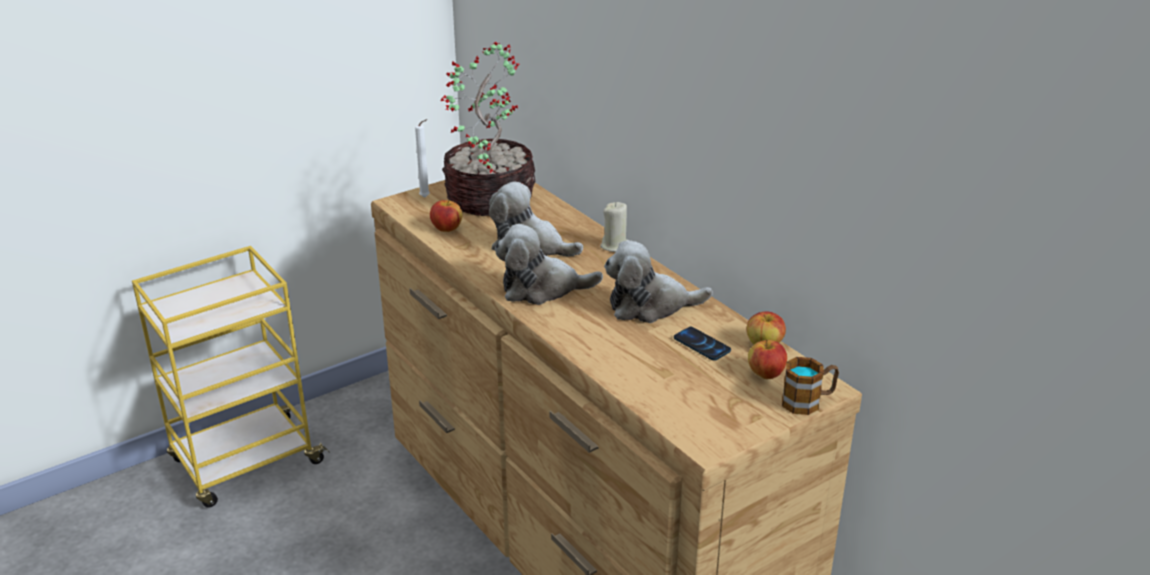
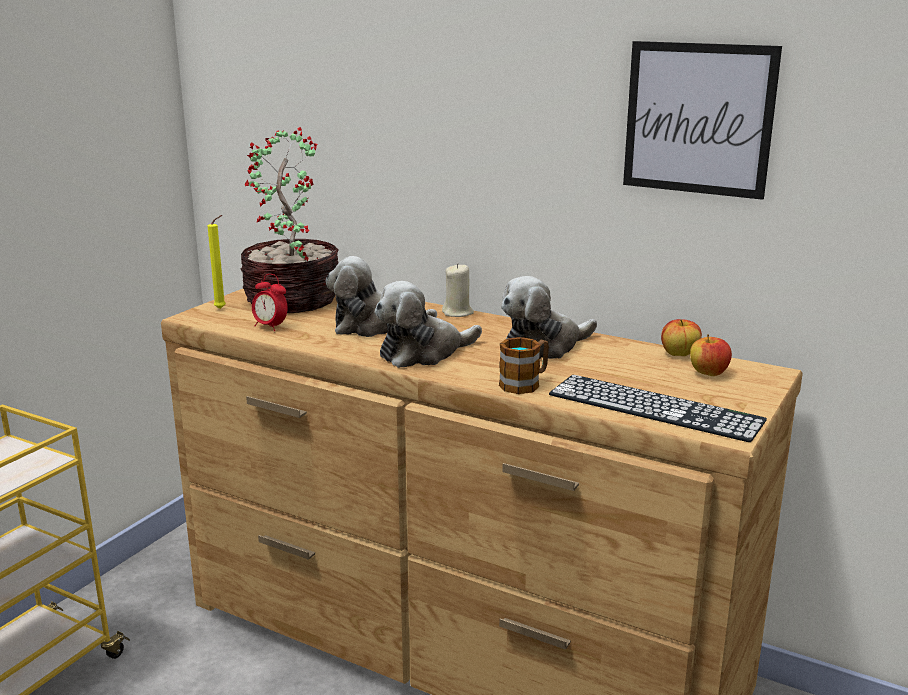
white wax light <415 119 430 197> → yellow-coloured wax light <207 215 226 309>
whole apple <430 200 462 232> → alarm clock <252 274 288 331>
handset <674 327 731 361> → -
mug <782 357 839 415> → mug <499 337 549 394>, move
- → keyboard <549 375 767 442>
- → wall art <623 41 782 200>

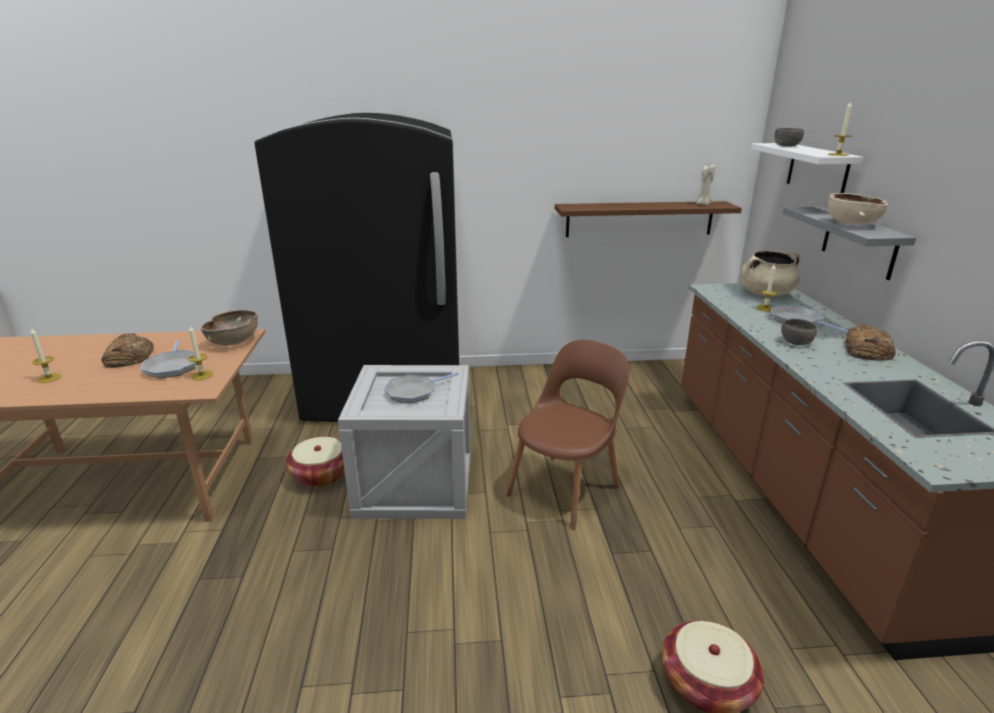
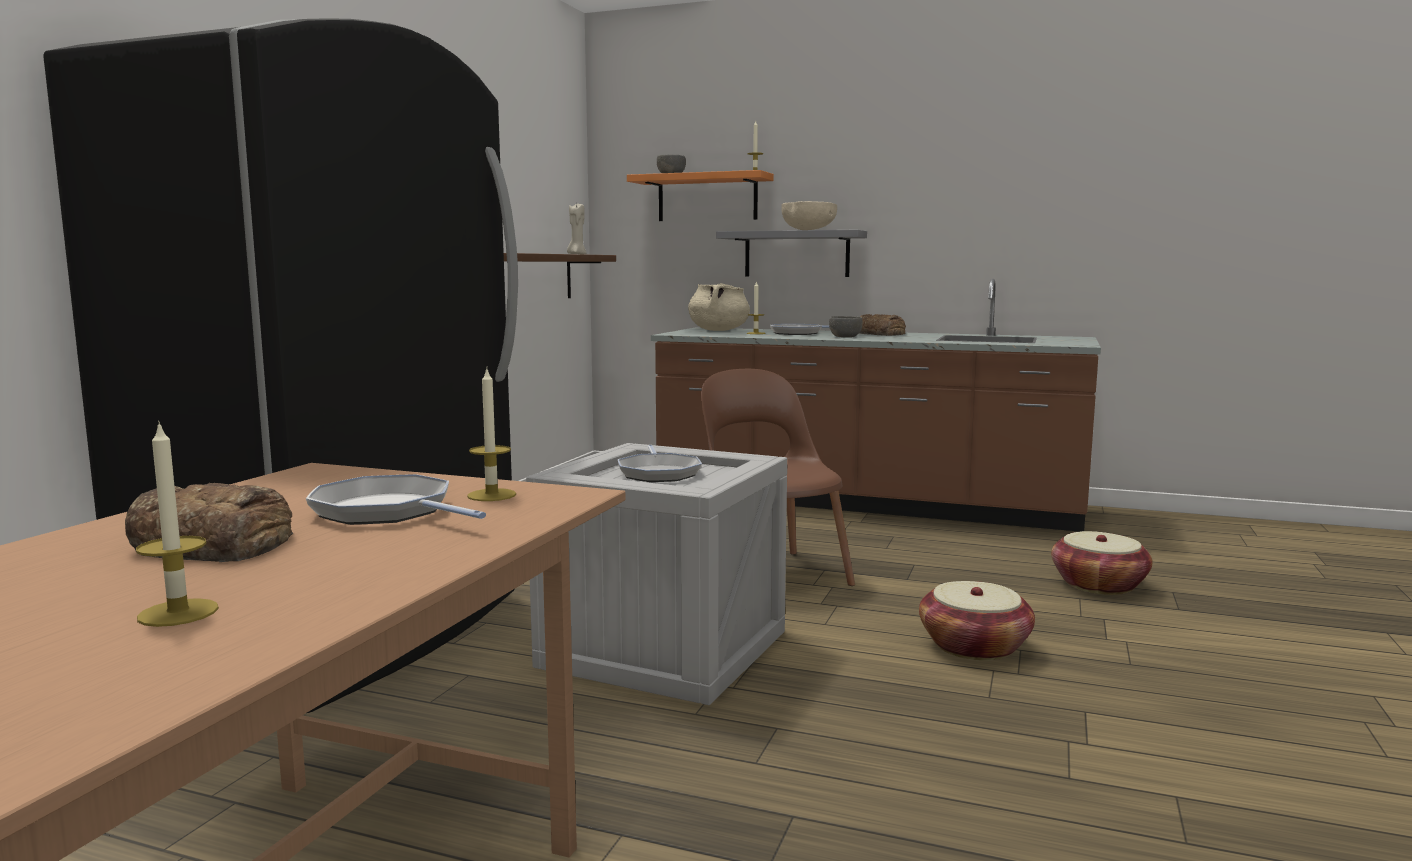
pan <141 340 197 378> → pan <306 474 486 525>, 150 degrees counterclockwise
brownish bowl <201 310 258 346> → -
storage basket <286 437 345 487> → storage basket <919 581 1035 661>, move
white bracket shelf <751 143 863 193> → orange bracket shelf <627 170 774 221>

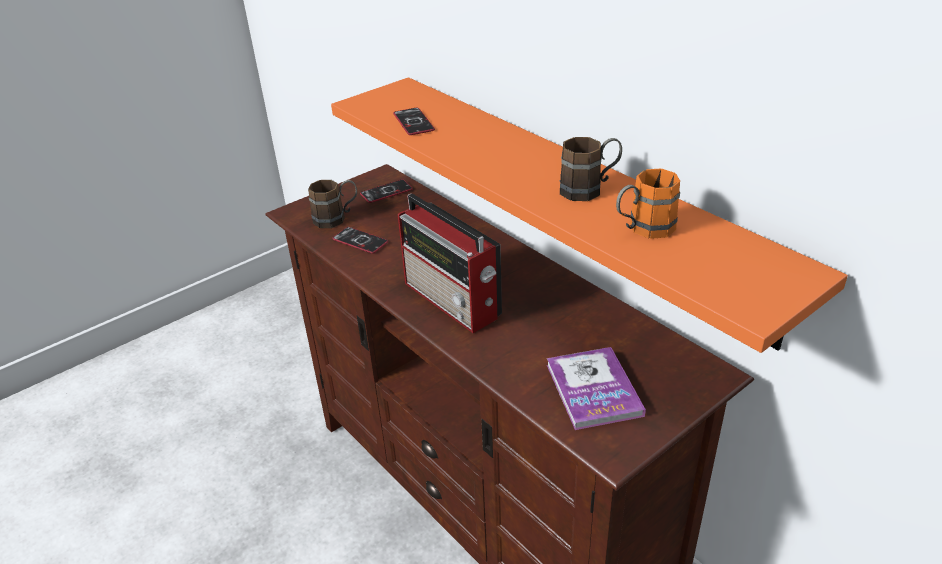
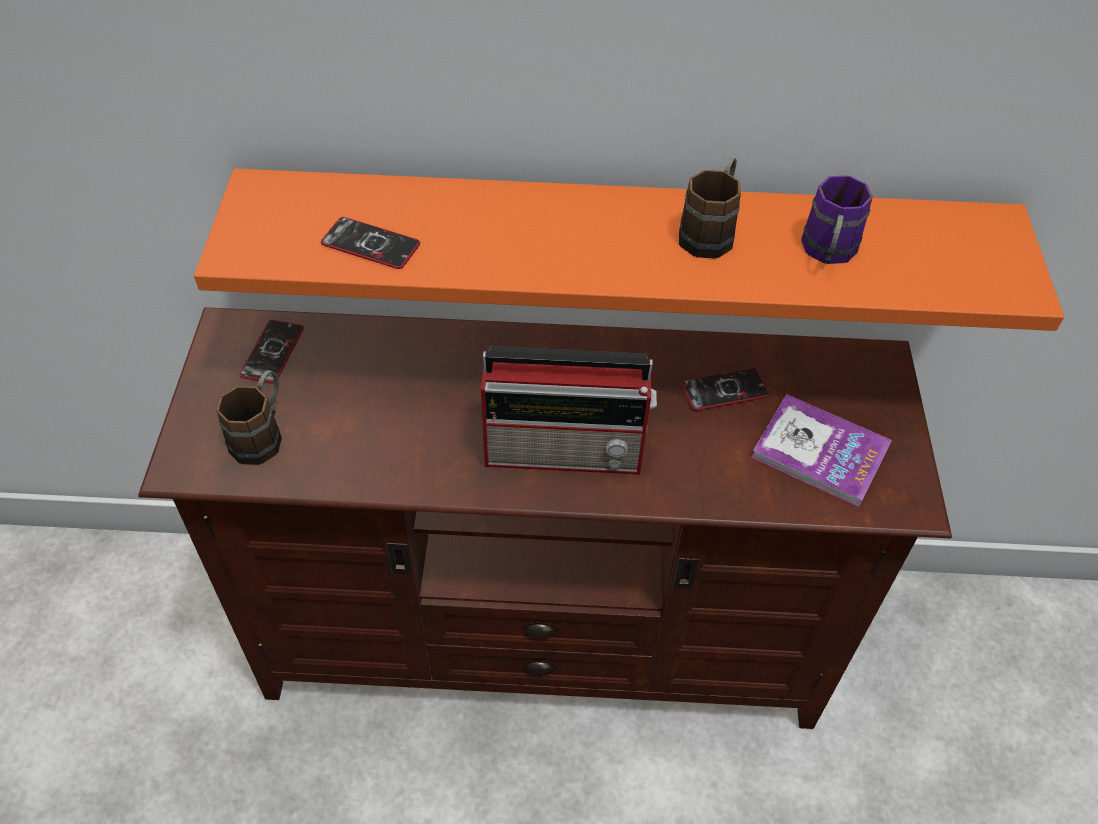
handset <332 227 388 254> → handset <681 368 769 411>, move
orange mug <616 168 680 239> → purplish mug <801 175 873 264>

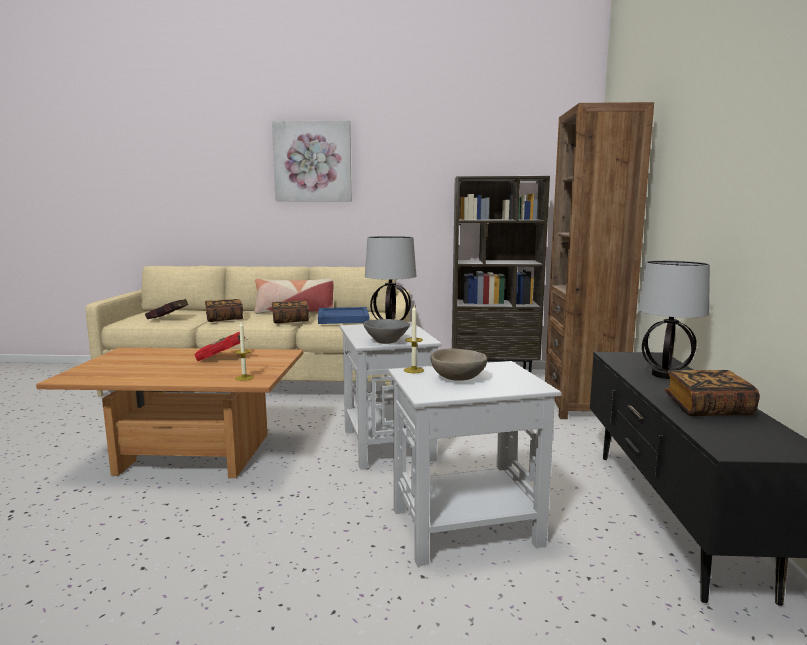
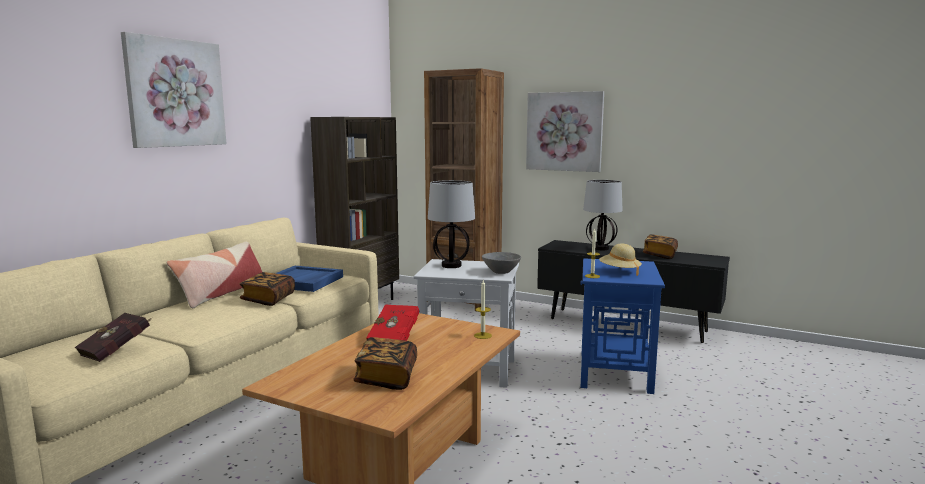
volume <205 299 243 322> → volume <353 337 417 390>, move
white end table <388 361 562 566> → bluish end table <580 259 665 394>
beige bowl <430 348 487 381> → beige wearable hat <599 243 642 276>
- → wall art <526 91 604 172>

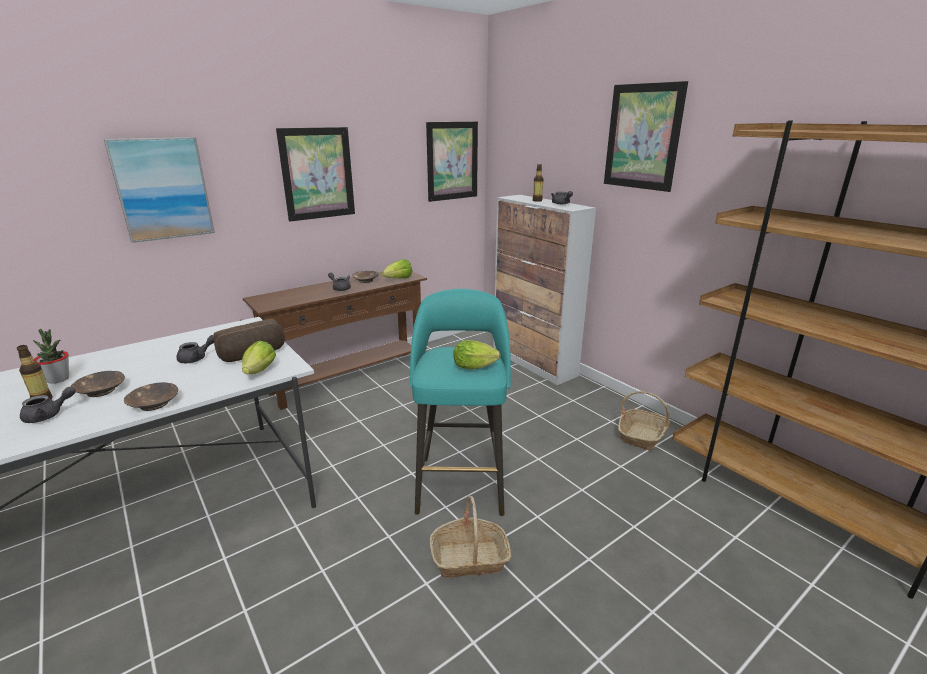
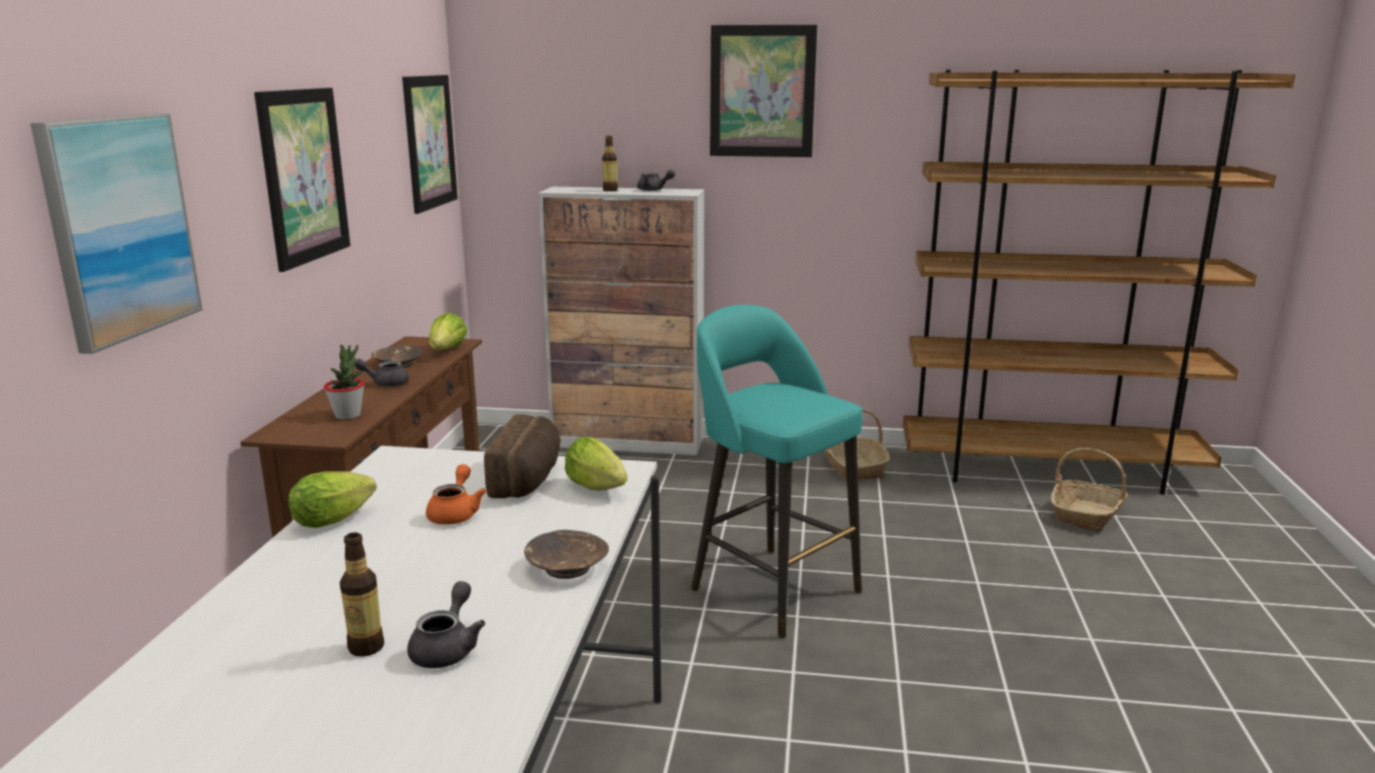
houseplant <33 329 69 384> → houseplant <324 345 364 420>, move
brownish bowl <71 371 125 397> → -
gray pot for tea <176 335 214 363> → orange pot for tea <426 464 486 525>
storage basket <430 496 512 578> → storage basket <1051 448 1128 532>, move
lettuce head <453 340 501 369> → lettuce head <288 471 377 528>, move

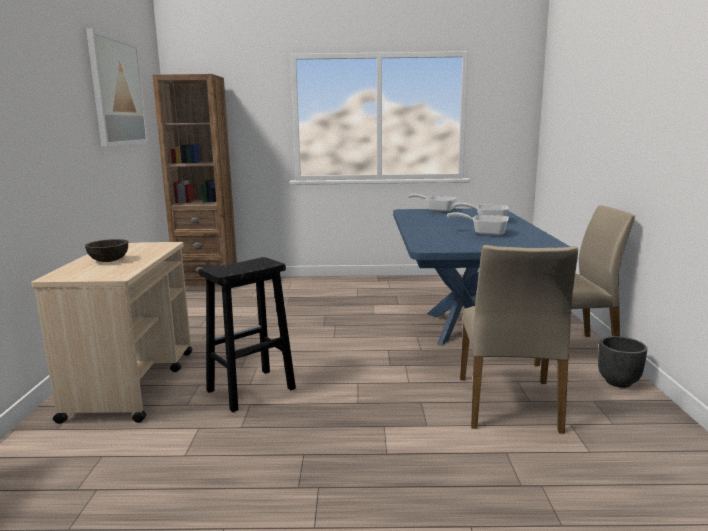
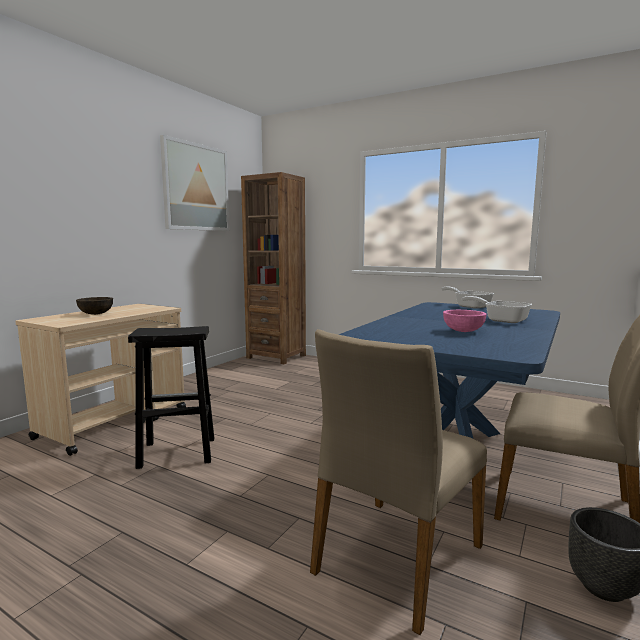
pan <446 212 509 236> → pinkish bowl <443 310 487 332>

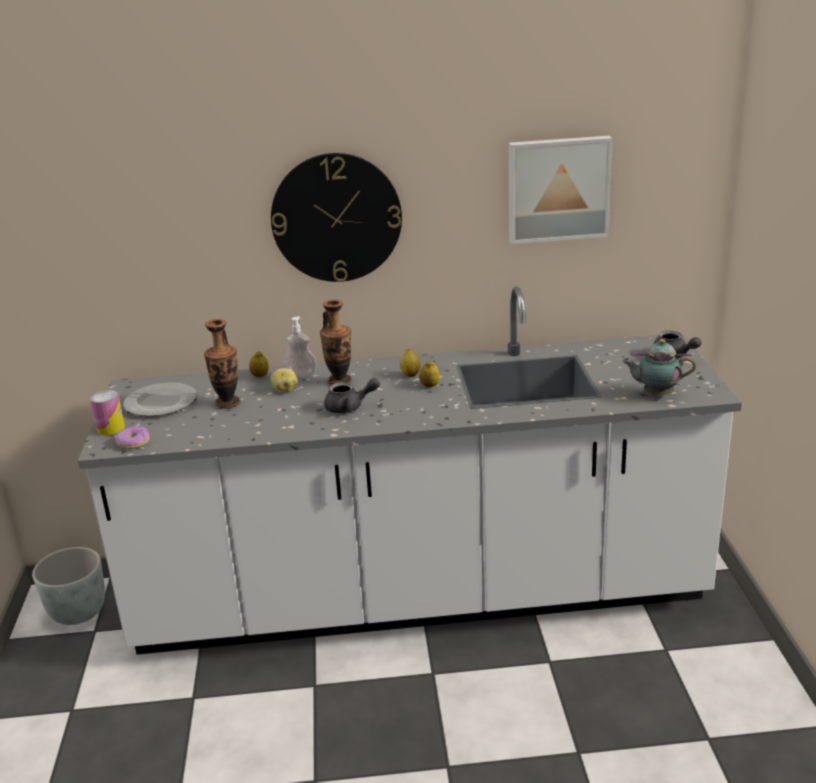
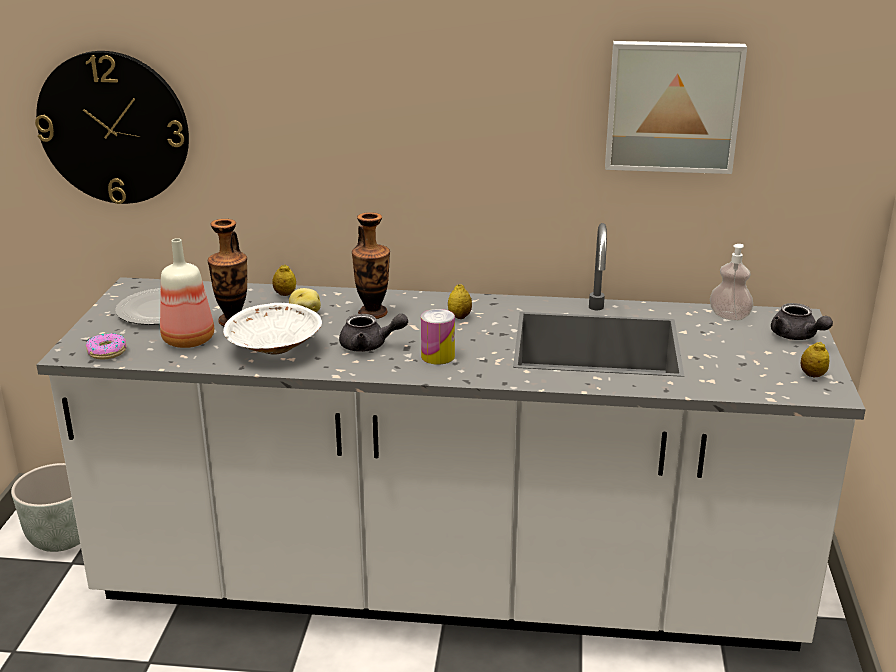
metal can <90 390 125 435> → metal can <421 309 455 364>, move
clock on the wall <271 153 402 282> → clock on the wall <35 51 189 204>, move
soap dispenser <284 316 317 377> → soap dispenser <710 244 753 321>, move
whole lemon <419 360 440 387> → whole lemon <801 342 829 377>, move
pot for tea <622 339 696 395> → -
- → bottle <160 238 214 348>
- → white bowl <223 303 322 355>

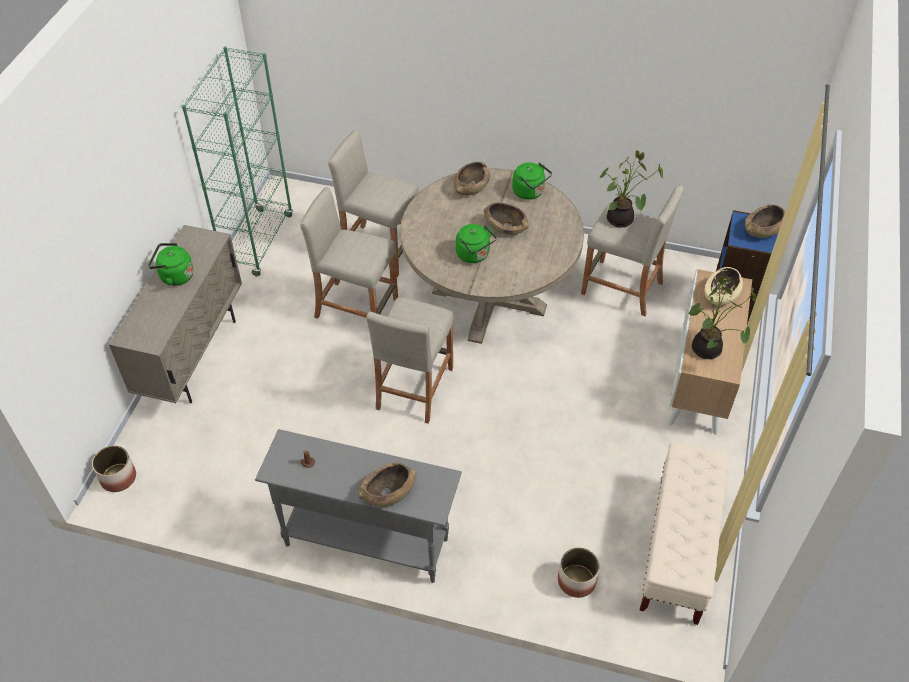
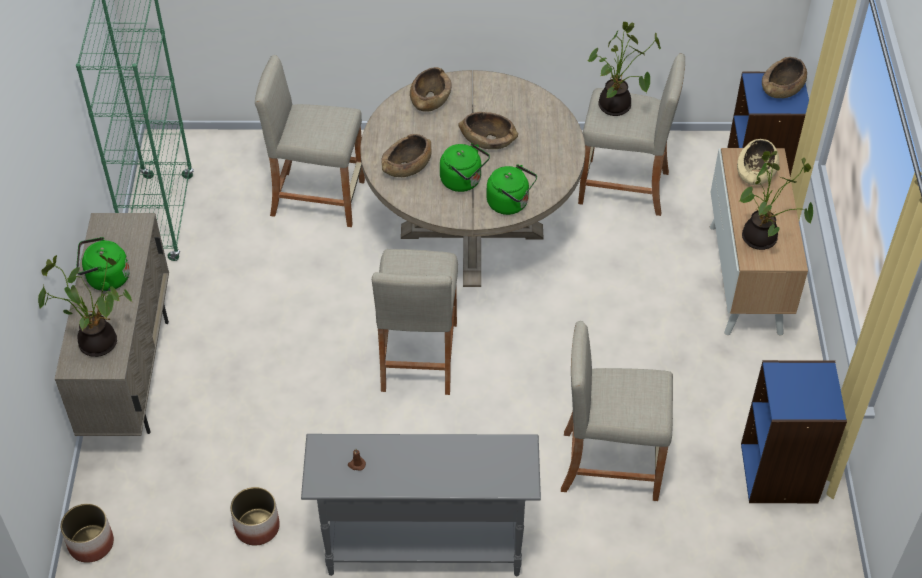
beige stool seat <300 187 398 319> → beige stool seat <561 321 673 501>, move
brownish bowl <358 463 416 506> → brownish bowl <381 134 432 177>, move
greenish water kettle <512 162 552 200> → greenish water kettle <486 164 537 215>, move
flower pot <558 548 599 598> → flower pot <230 487 280 545>, move
beige bench <640 442 730 625> → bluish bookshelf <741 360 847 503>
- → houseplant <38 255 133 357>

